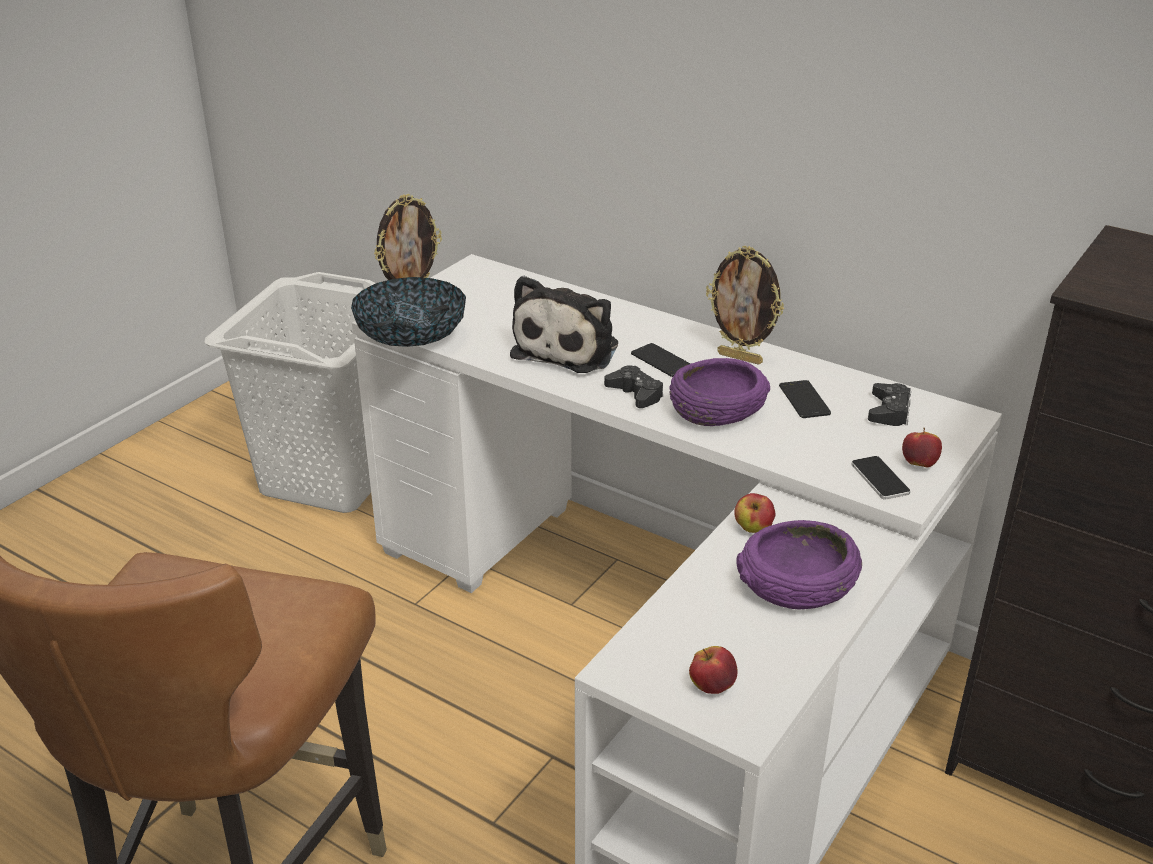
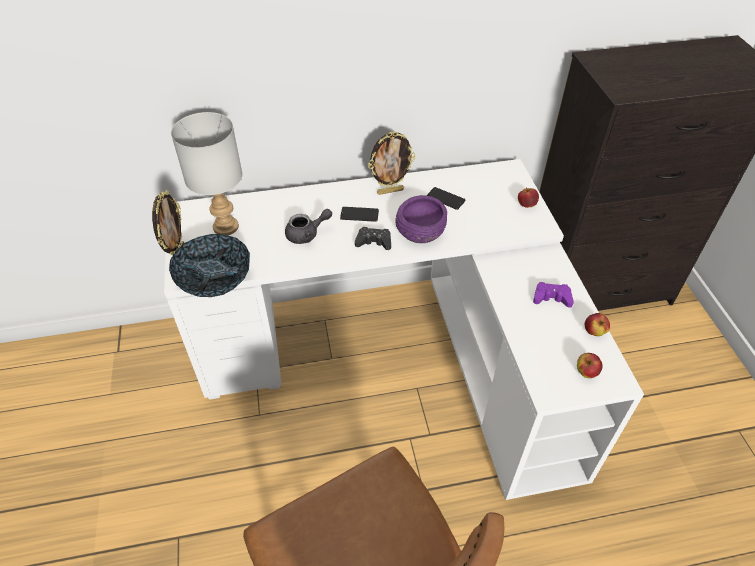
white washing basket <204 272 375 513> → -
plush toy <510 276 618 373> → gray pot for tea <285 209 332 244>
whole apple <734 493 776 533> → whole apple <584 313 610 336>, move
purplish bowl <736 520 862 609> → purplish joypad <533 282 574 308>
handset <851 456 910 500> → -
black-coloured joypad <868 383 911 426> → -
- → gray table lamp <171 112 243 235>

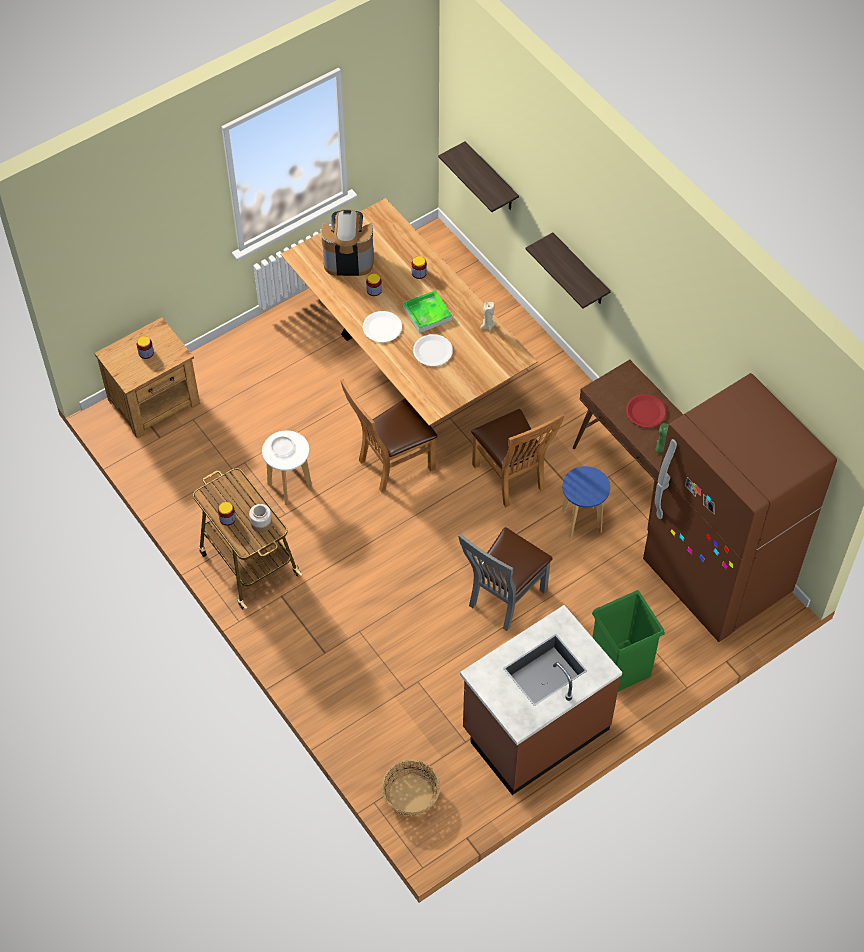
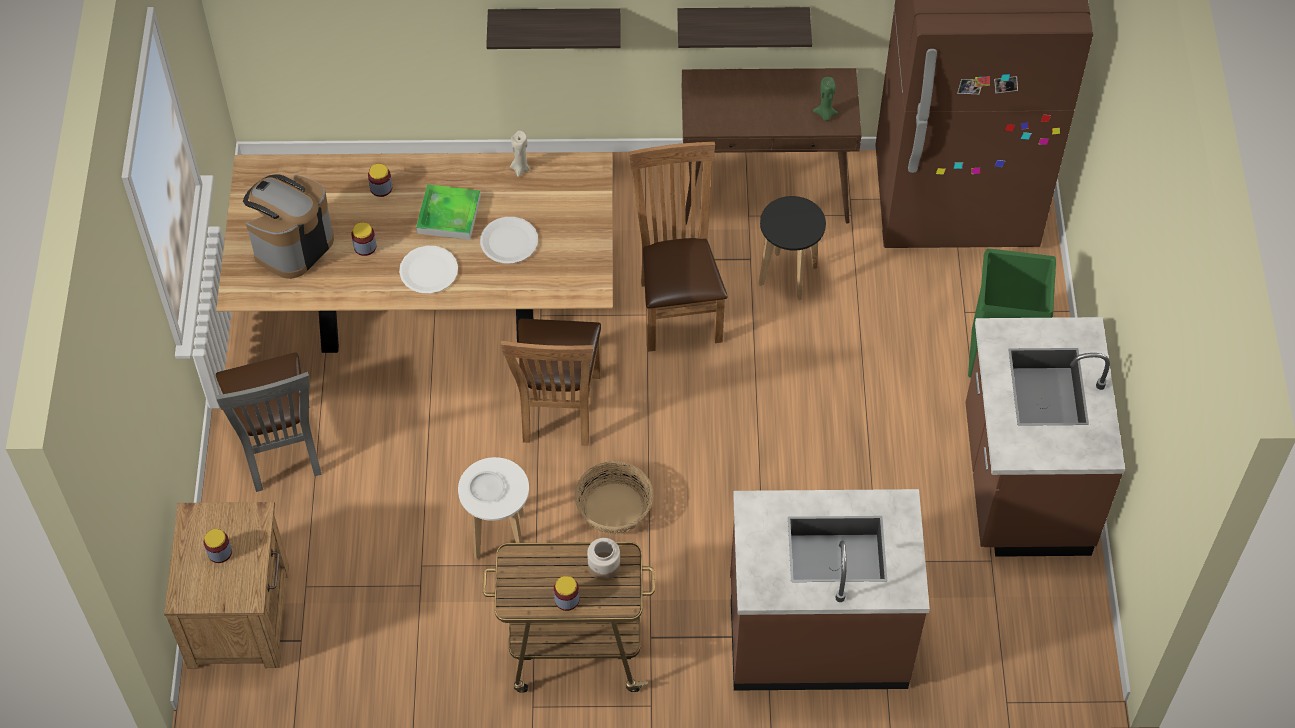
storage basket <382 759 440 816> → storage basket <575 461 653 534>, move
bracket shelf <438 141 519 212> → bracket shelf <677 7 812 48>, move
gray plain chair <458 527 553 631> → gray plain chair <216 352 322 492>, move
brownish plain chair <471 409 564 508> → brownish plain chair <628 142 728 352>, 105 degrees counterclockwise
bluish stool seat <562 466 610 538> → black-coloured stool seat <759 196 826 300>
reddish flat dish <626 394 667 428> → -
- → brownish kitchen counter <730 489 930 691>

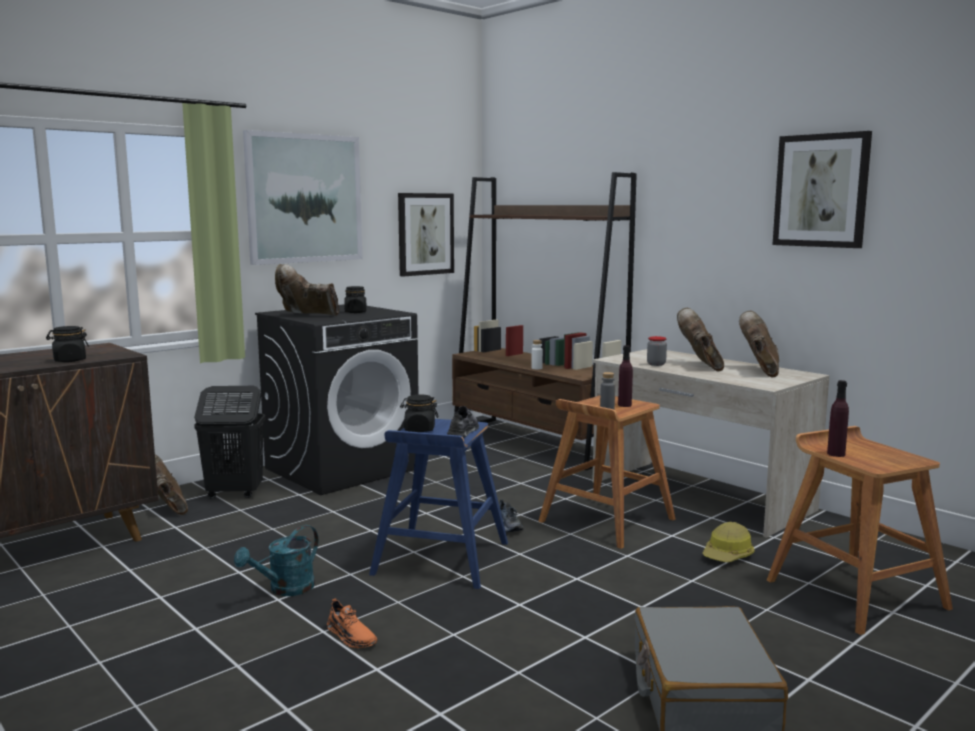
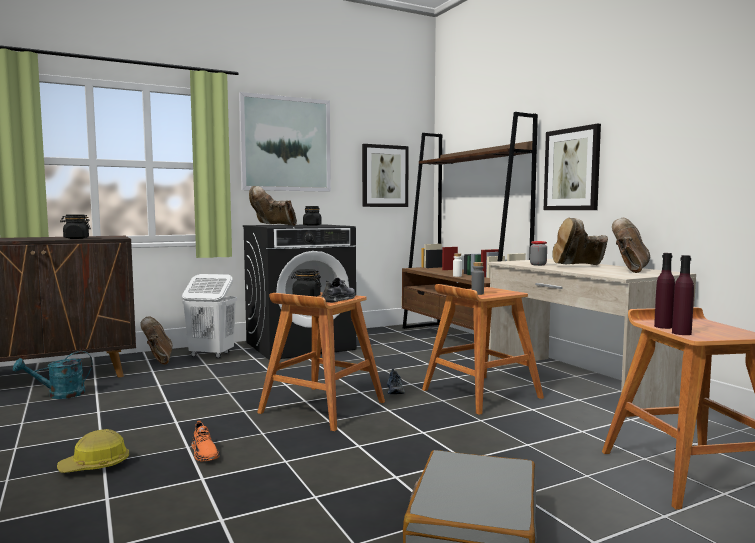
black-coloured washing basket <194 386 265 499> → white washing basket <182 274 237 358>
turquoise watering can <234 525 318 596> → turquoise watering can <13 351 92 399>, move
bluish stool seat <369 419 508 589> → brownish stool seat <257 292 385 431>
purplish bottle <618 345 633 407> → purplish bottle <672 255 694 335>, move
brownish high-top boot <677 308 724 372> → brownish high-top boot <552 218 608 265>, 120 degrees counterclockwise
safety helmet <702 522 754 562> → safety helmet <57 429 129 473>, move
wall art <772 131 872 248> → wall art <544 124 601 210>, move

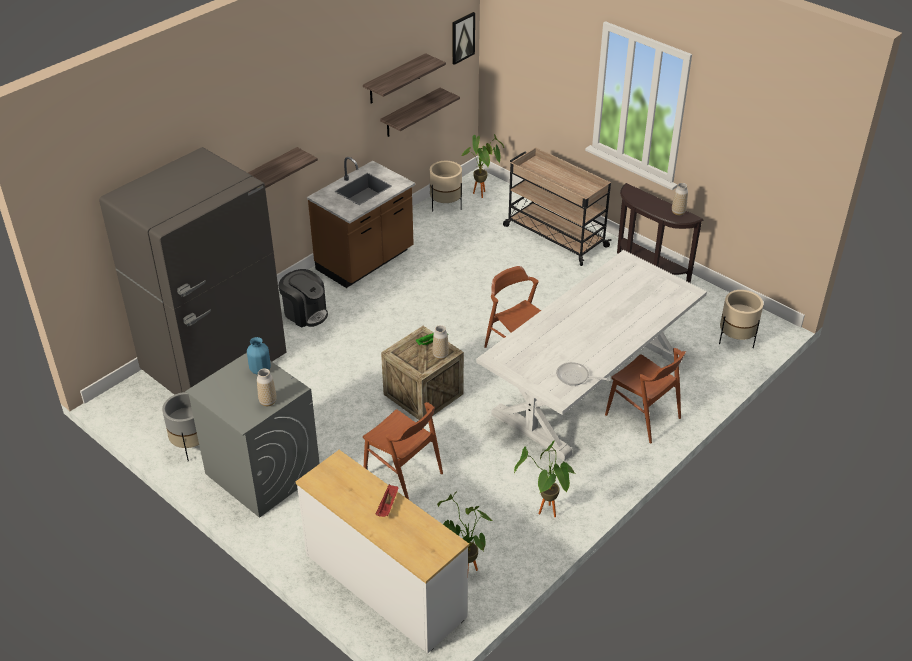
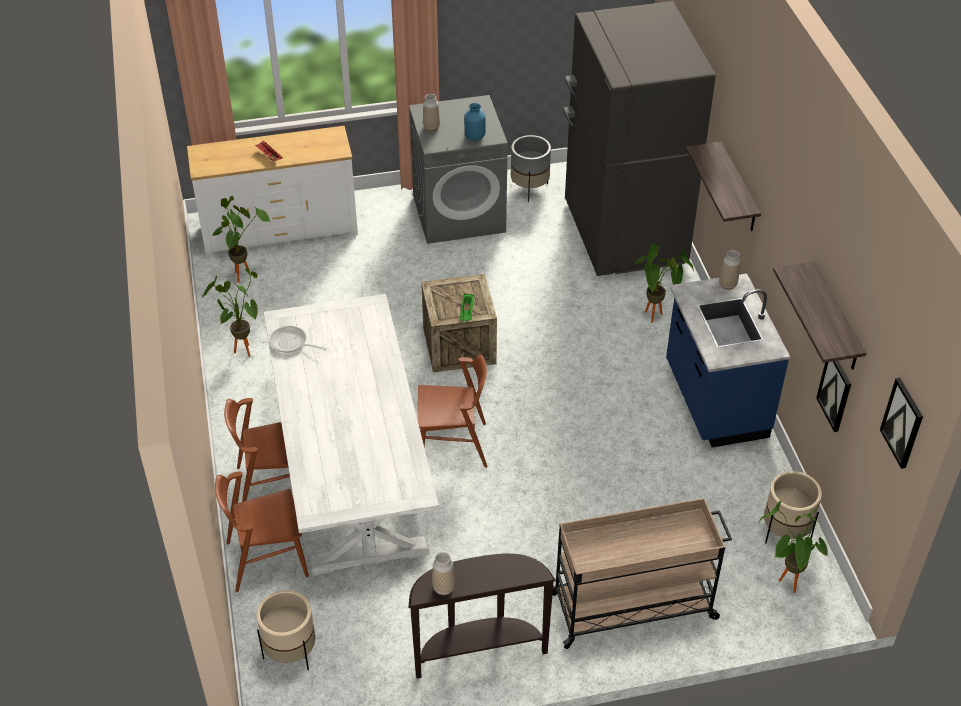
coffee machine <278 269 328 328> → houseplant <635 243 693 323>
brownish kitchen counter <307 157 415 288> → bluish kitchen counter <666 274 790 447>
brownish plain chair <363 402 443 500> → brownish plain chair <215 471 309 592>, move
bracket shelf <380 88 460 137> → wall art <816 361 851 432>
vase <433 325 449 360> → vase <719 250 740 290>, move
pan <556 362 611 386> → pan <270 326 327 353>, 120 degrees counterclockwise

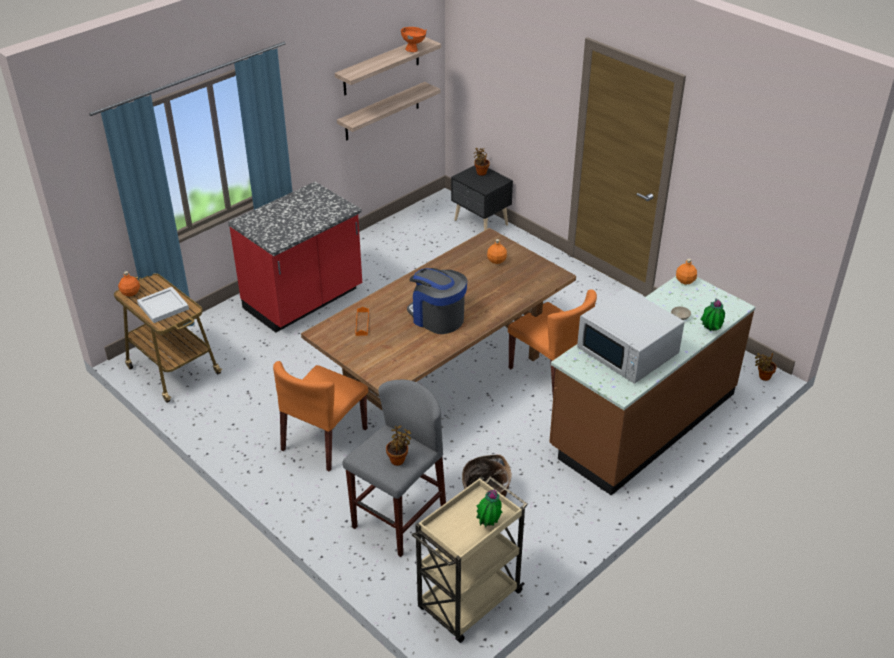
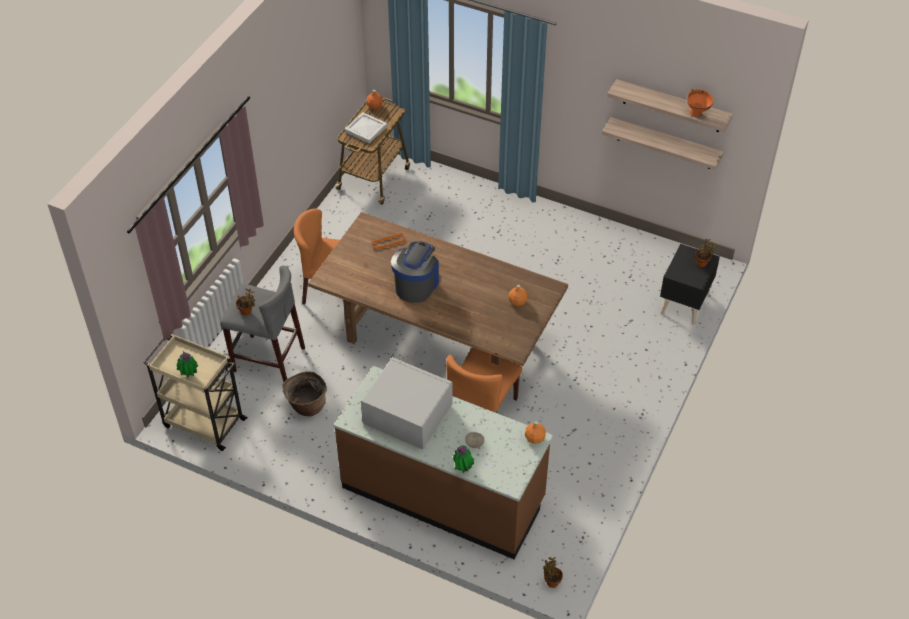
reddish kitchen counter <228 182 362 333> → -
white microwave <577 288 685 384> → white microwave <361 357 453 449>, 90 degrees clockwise

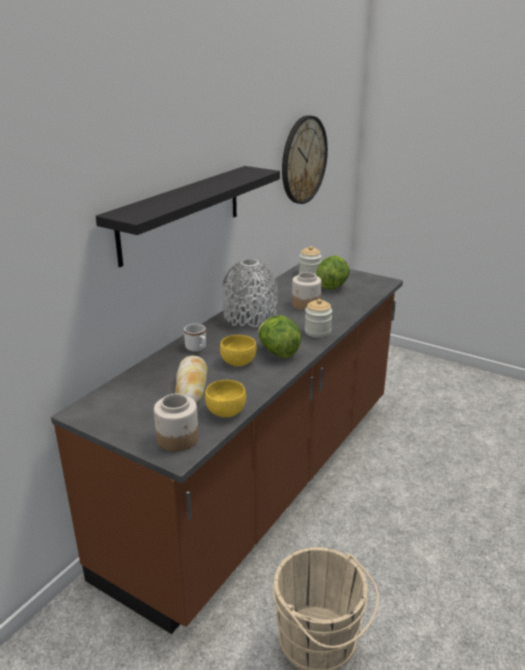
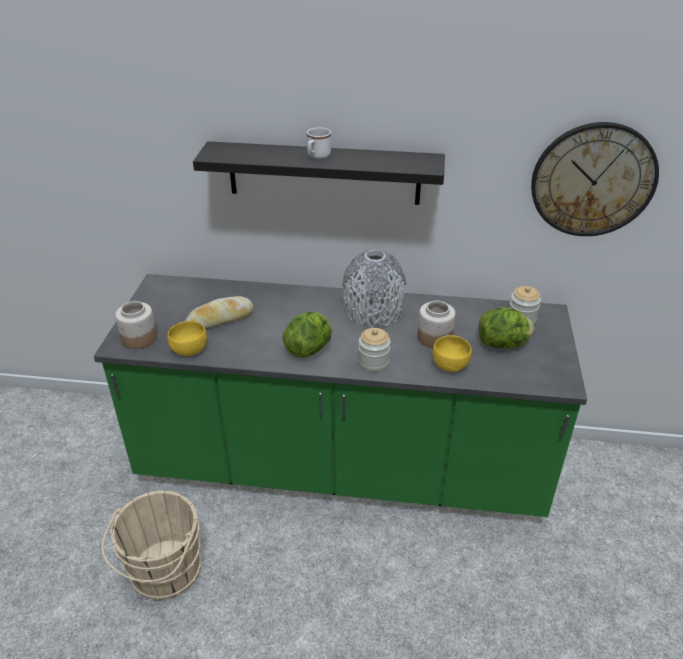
brownish kitchen counter <51 263 403 634> → greenish kitchen counter <94 274 587 517>
white mug <184 324 206 351> → white mug <307 127 331 159>, move
yellow-coloured bowl <220 335 257 366> → yellow-coloured bowl <432 335 472 372>, move

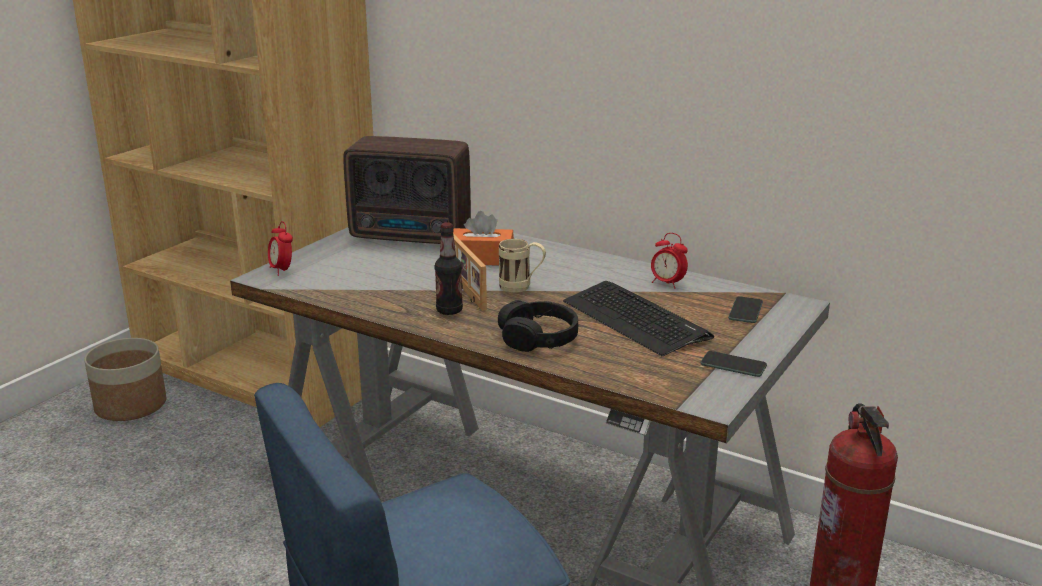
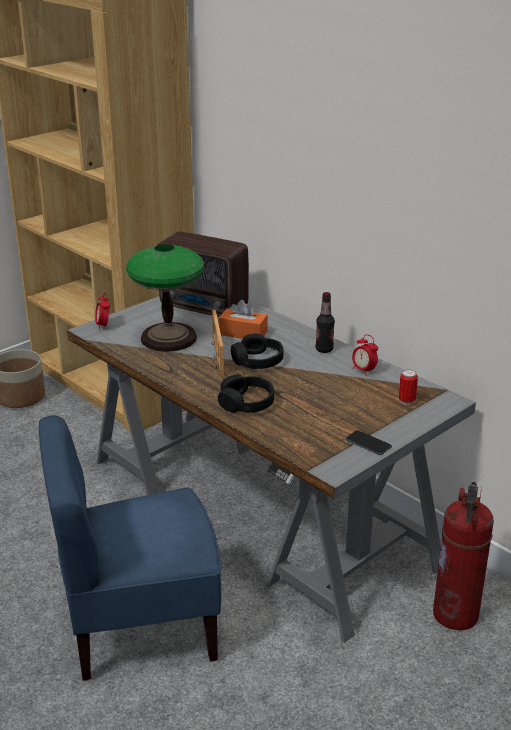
bottle <435 222 463 315> → bottle <316 292 335 353>, move
beige mug <499 239 546 293> → black-coloured pair of headphones <231 334 284 369>
keyboard <563 281 714 356> → -
handset <728 296 763 323> → metal can <398 369 418 405>
- → table lamp <126 244 204 352>

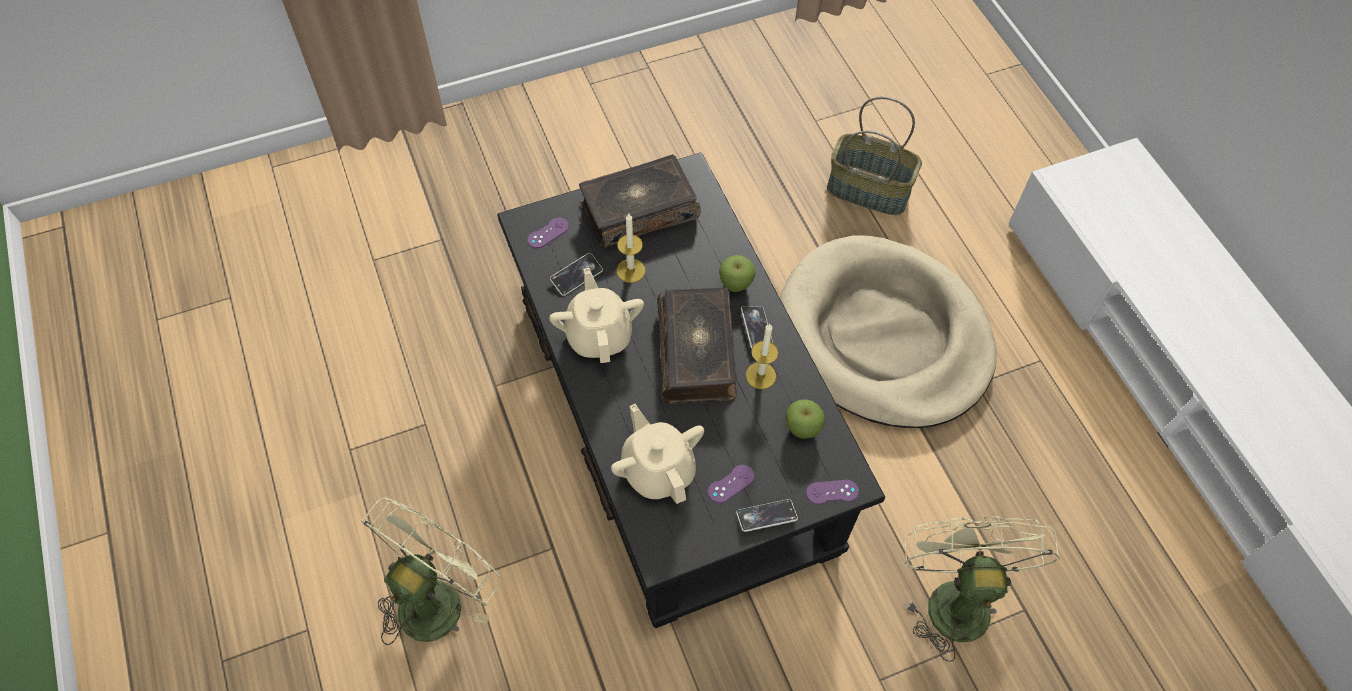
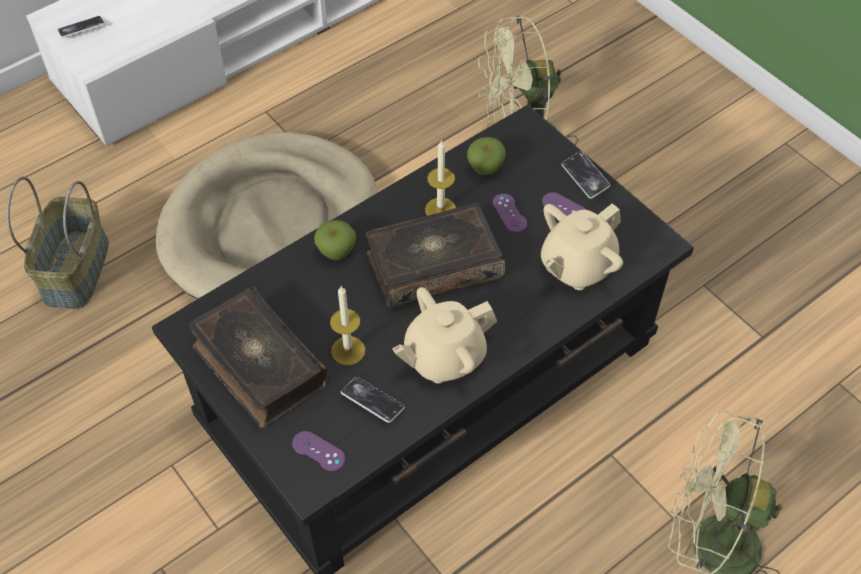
handset <741 306 773 349> → handset <58 16 105 38>, move
purplish joypad <806 480 859 504> → purplish joypad <493 194 527 233>, move

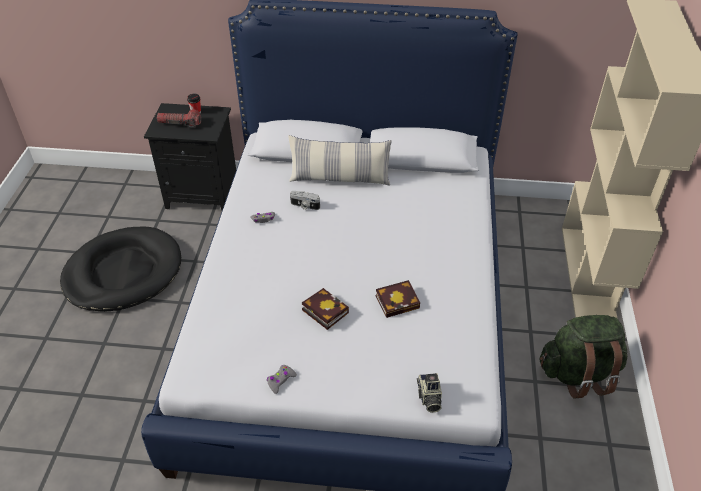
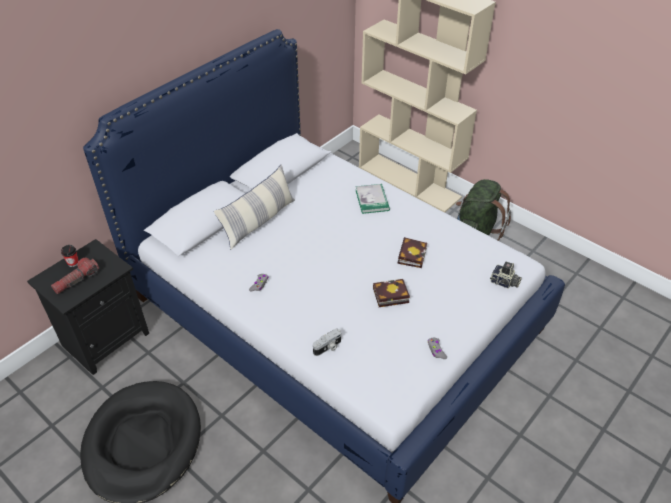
photo camera <290 191 320 210> → photo camera <313 328 342 356>, move
- → volume <356 184 390 214>

